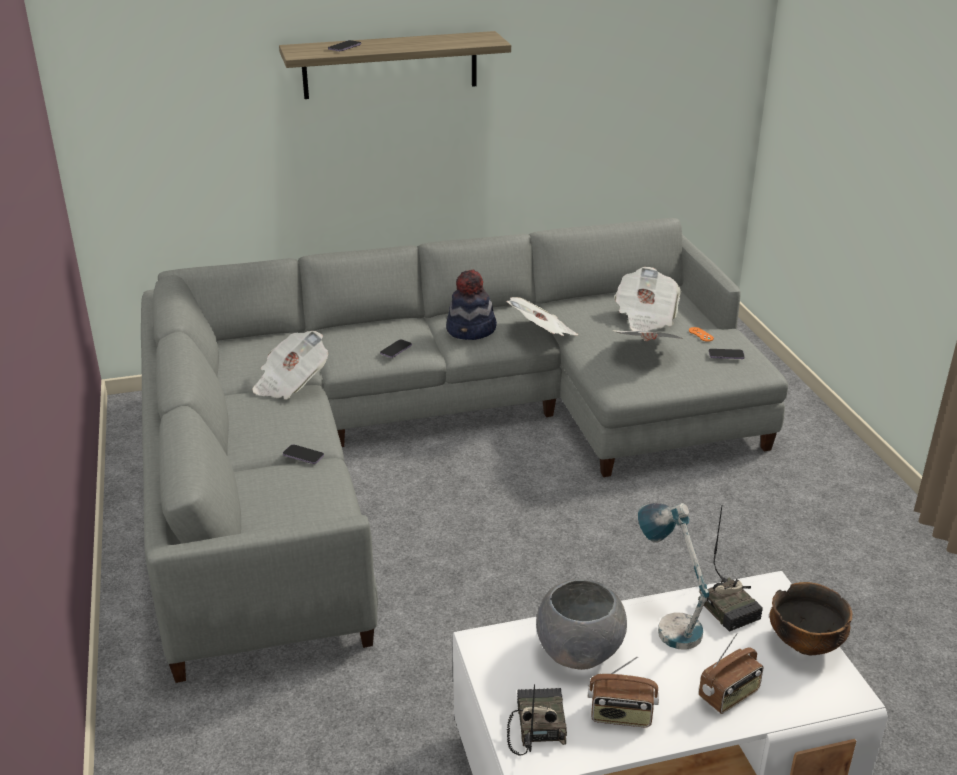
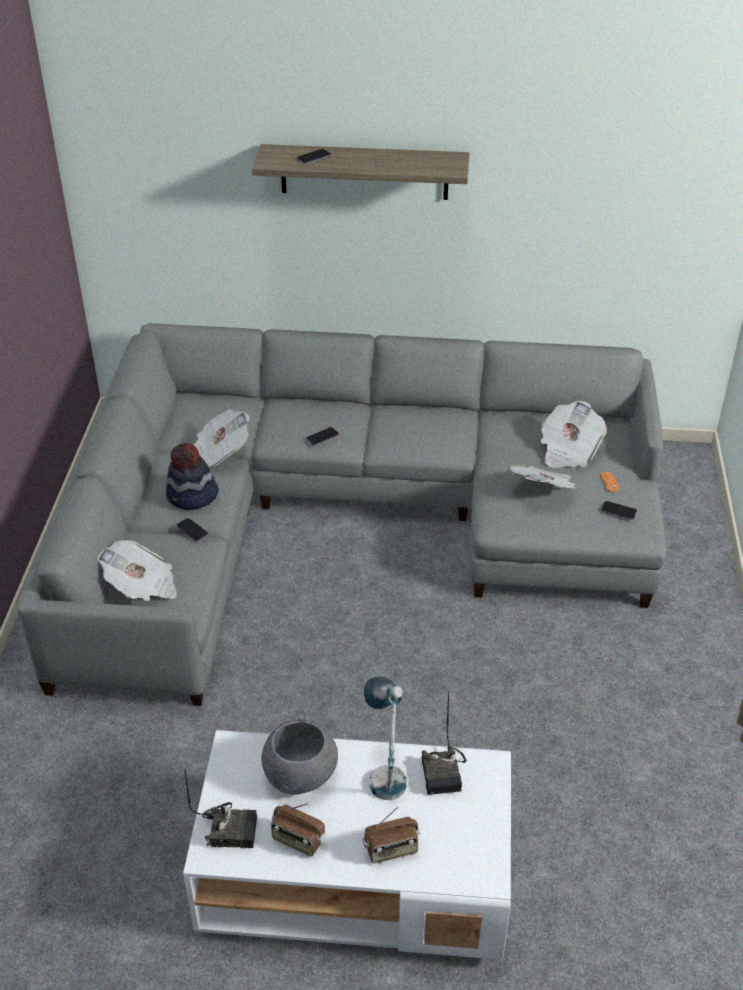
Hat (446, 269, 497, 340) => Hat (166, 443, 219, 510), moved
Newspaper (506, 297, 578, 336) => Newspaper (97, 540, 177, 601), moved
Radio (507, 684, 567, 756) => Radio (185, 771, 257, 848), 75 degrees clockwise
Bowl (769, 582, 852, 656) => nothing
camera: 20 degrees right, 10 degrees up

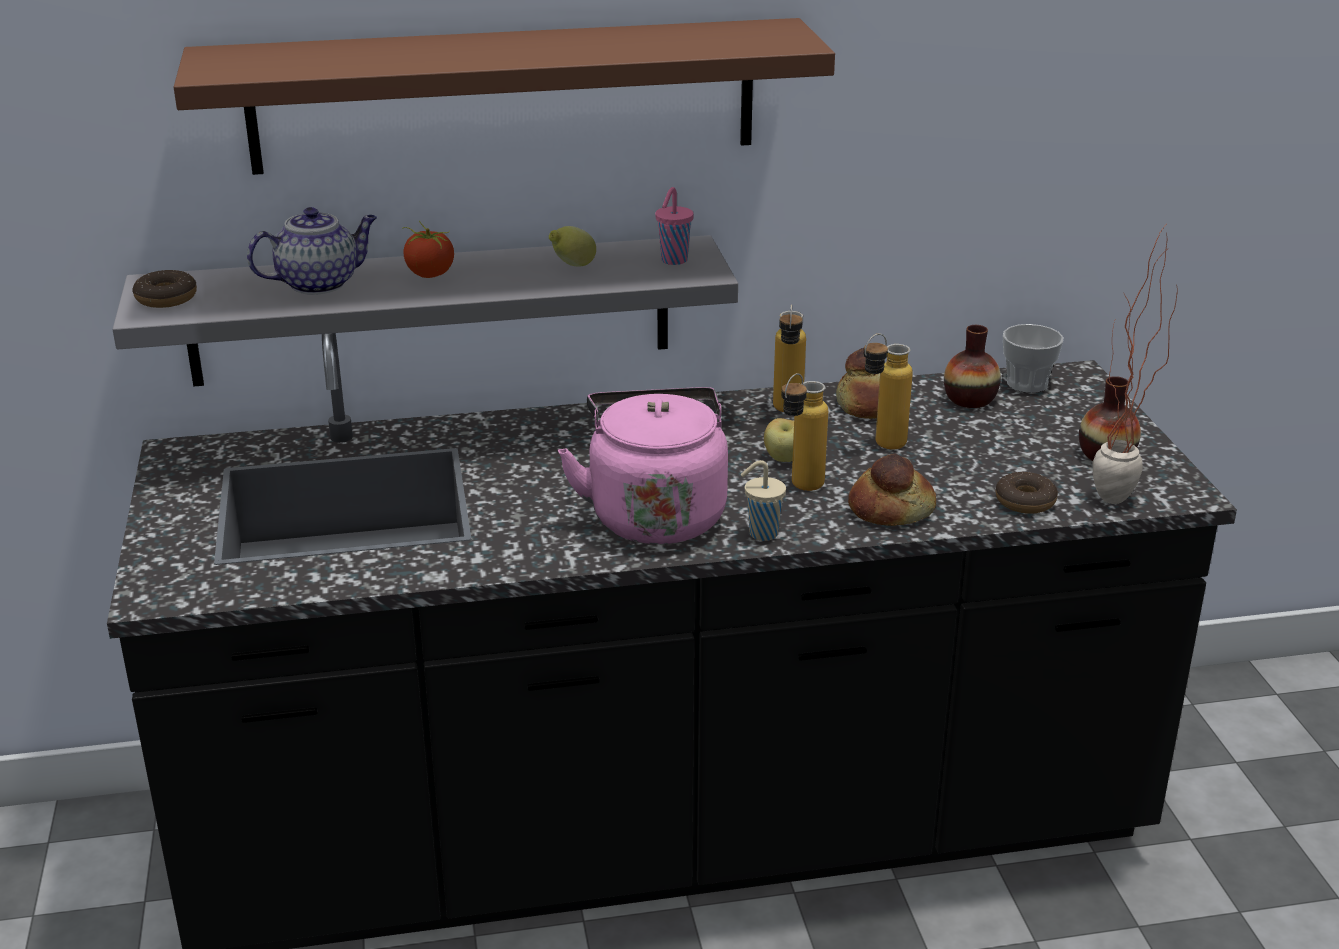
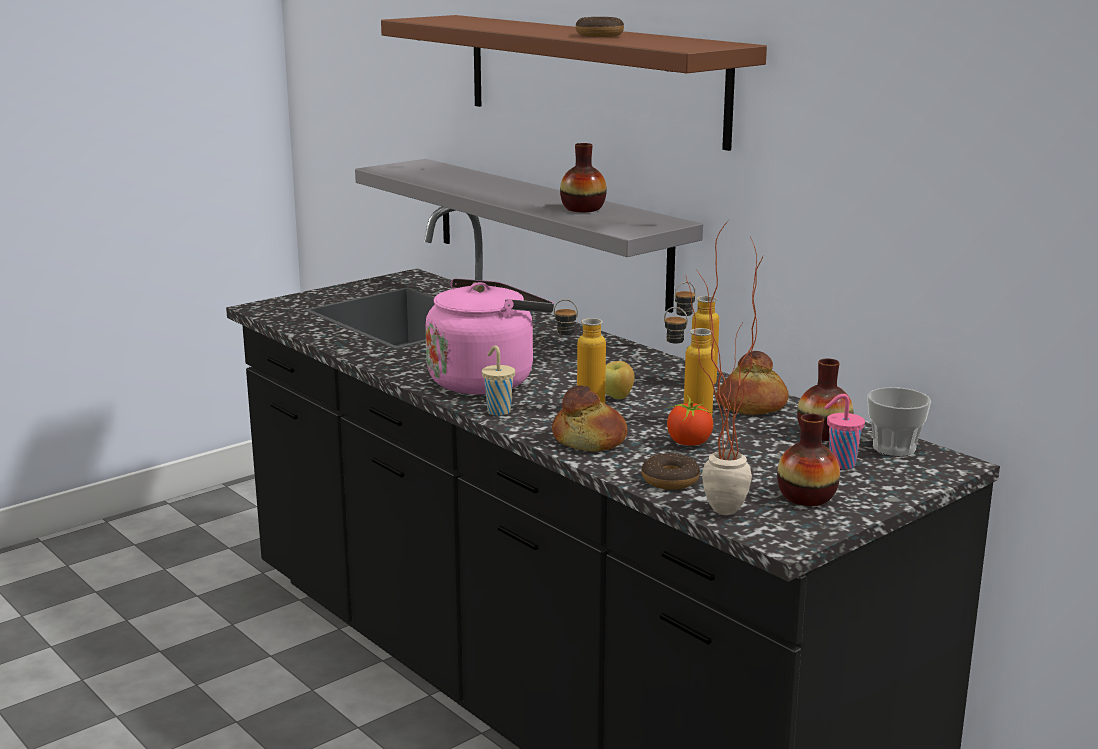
Donut (132, 270, 197, 308) => Donut (576, 17, 624, 37), moved
Teapot (247, 207, 377, 295) => nothing
Tomato (403, 221, 454, 278) => Tomato (667, 395, 713, 446), moved
Lemon (549, 226, 596, 267) => Vase (560, 143, 607, 212)
PinkCup (655, 187, 694, 265) => PinkCup (825, 394, 865, 469), moved
camera: 60 degrees right, 10 degrees down

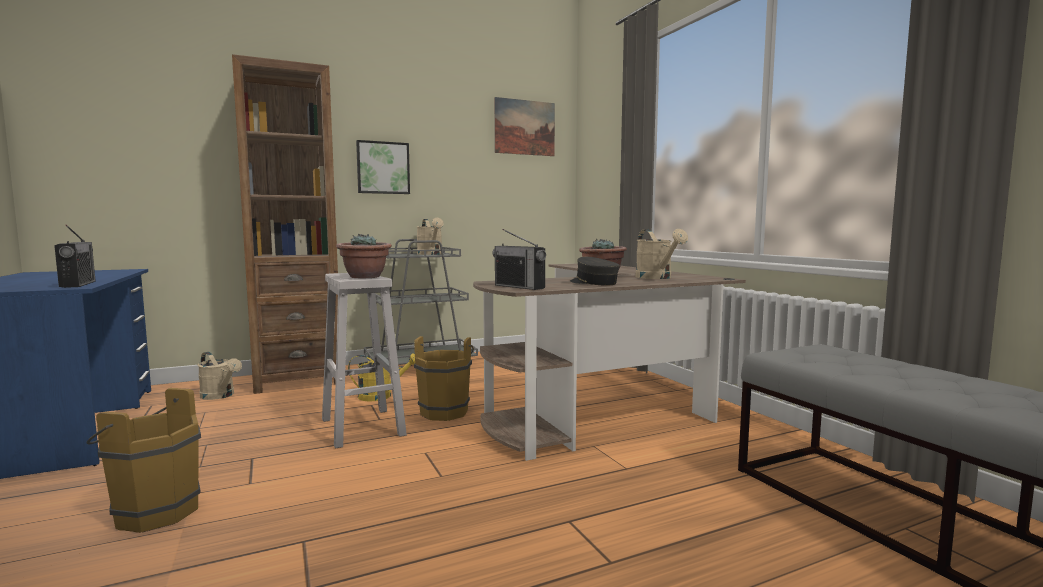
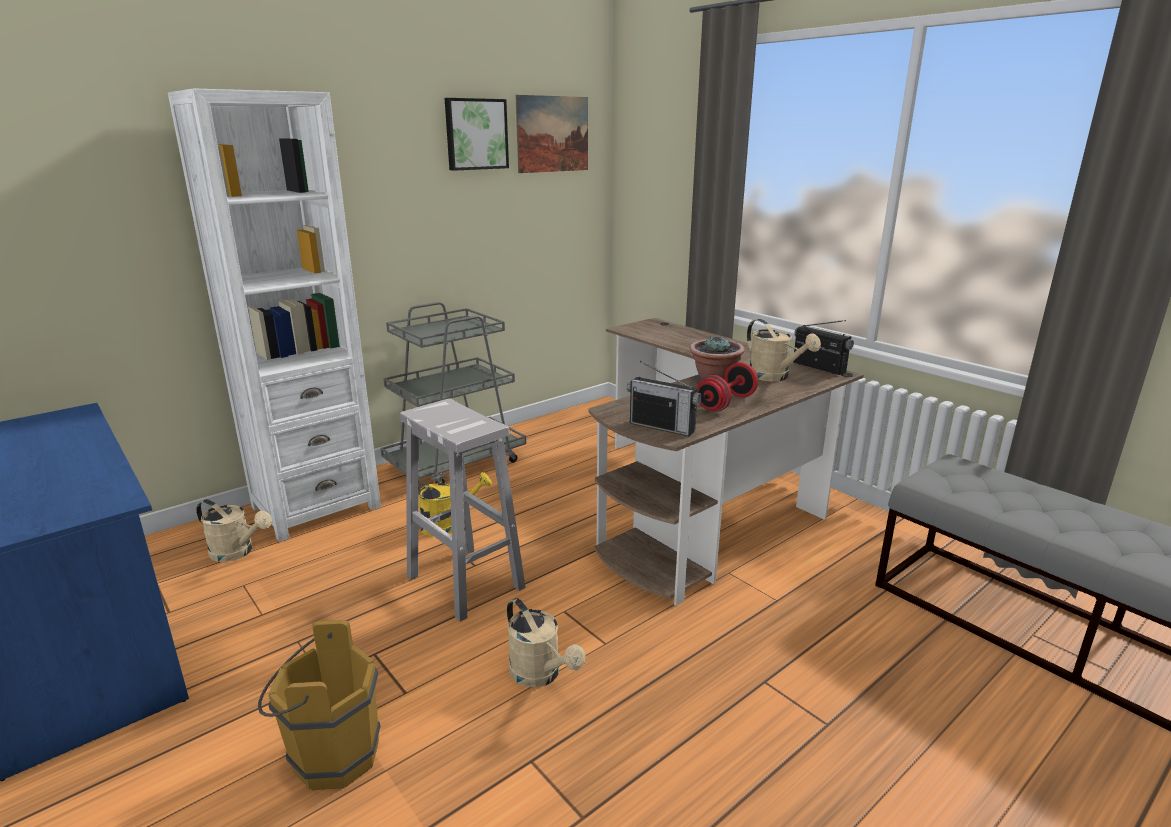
Radio (54, 225, 96, 288) => Radio (793, 320, 854, 375), moved
BrownBookcase (232, 54, 338, 394) => WhiteBookcase (168, 89, 381, 542)
PottedPlant (336, 234, 392, 278) => nothing
Picture (356, 140, 410, 194) => Picture (445, 98, 509, 171), moved
BrownBucket (414, 336, 474, 421) => nothing
BeigeWateringCan (417, 218, 444, 255) => BeigeWateringCan (507, 598, 585, 688), moved
GreyCap (570, 257, 620, 286) => RedDumbbell (697, 362, 758, 412)
camera: 15 degrees left, 15 degrees up

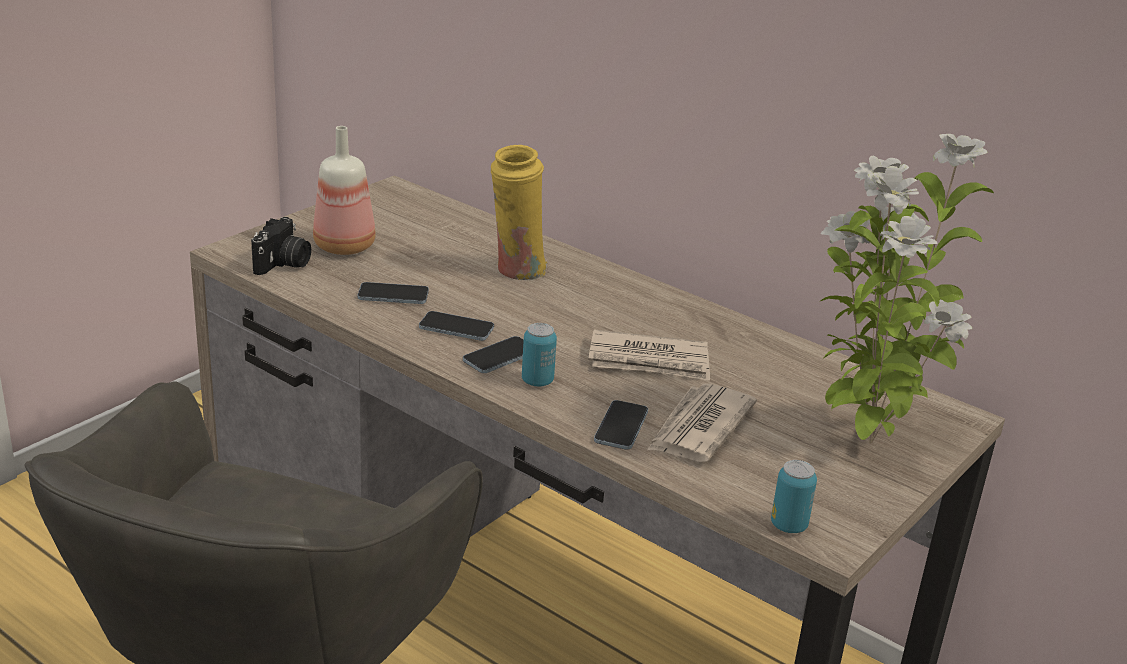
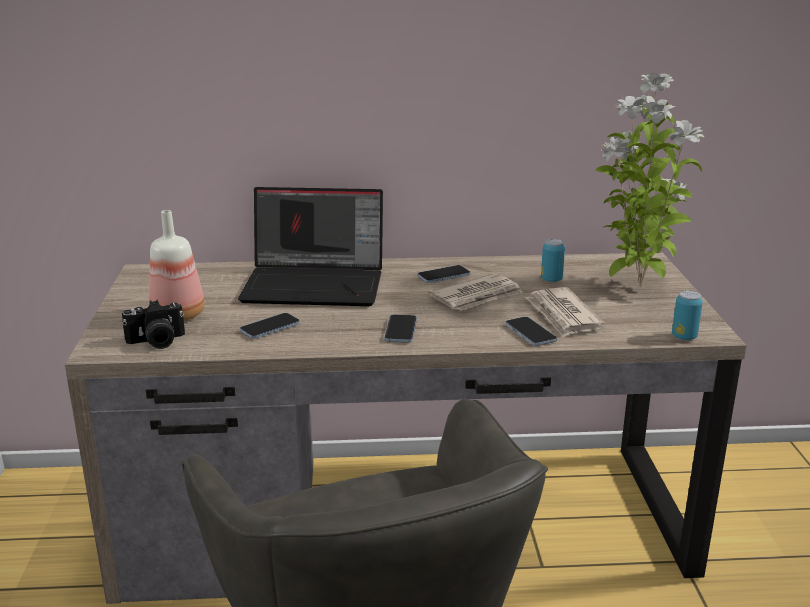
PhotoCamera (251, 217, 311, 275) => PhotoCamera (122, 300, 185, 349), 90 degrees clockwise
Phone (419, 311, 494, 341) => Phone (418, 265, 470, 283), moved
YellowVase (491, 145, 547, 281) => Laptop (238, 187, 383, 306)
Can (522, 323, 557, 387) => Can (541, 239, 565, 282), moved
camera: 40 degrees left, 5 degrees down

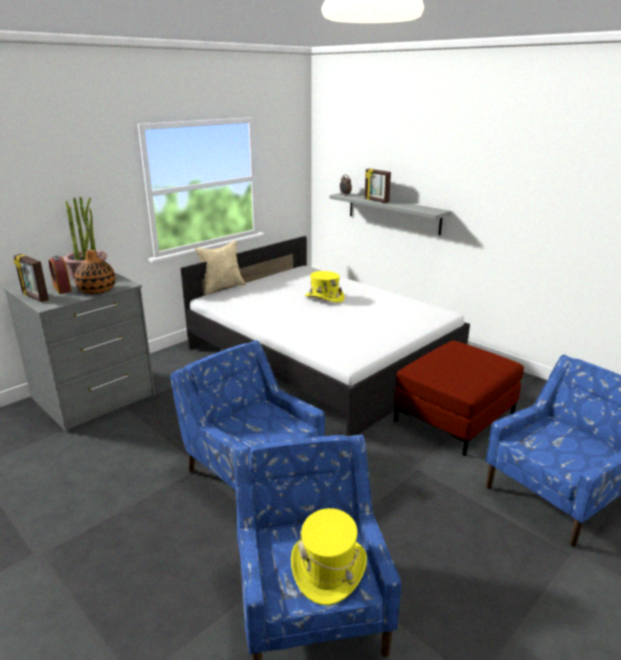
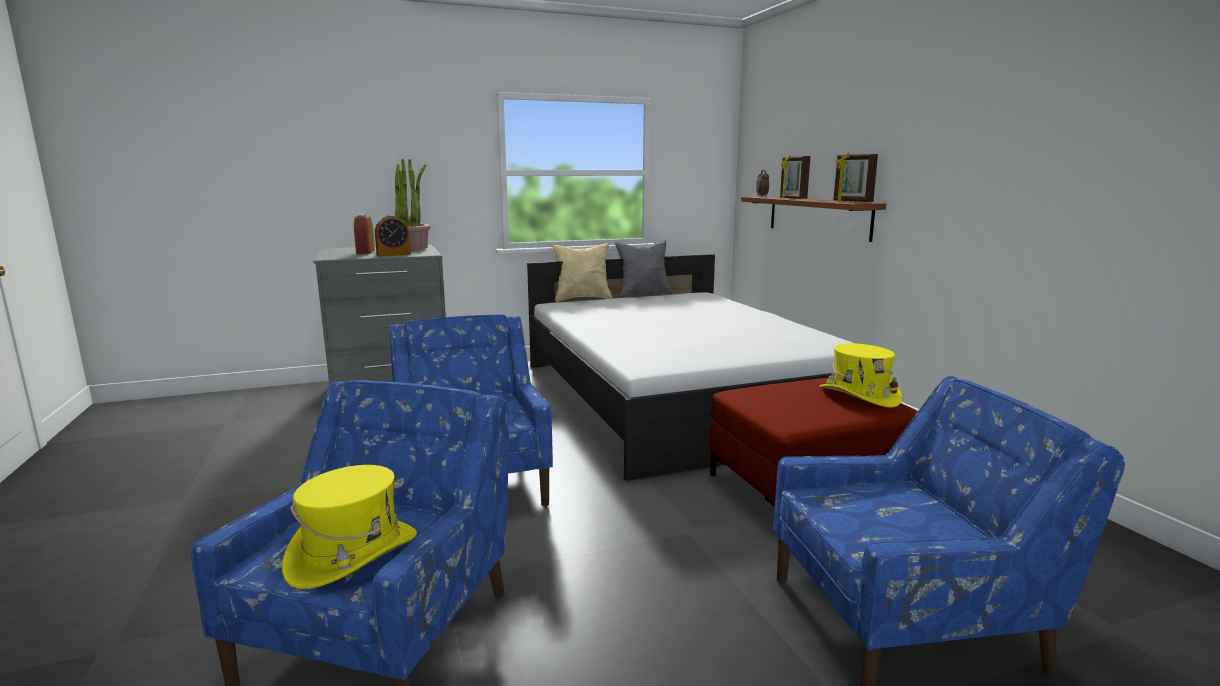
PictureFrame (13, 254, 49, 302) => PictureFrame (833, 153, 878, 202), moved
Vase (74, 250, 116, 294) => AlarmClock (375, 215, 411, 256)
YellowHat (305, 271, 345, 303) => YellowHat (820, 343, 902, 408), moved
GreyShelf (330, 193, 452, 235) => BrownShelf (741, 196, 886, 242)
nothing => GreyPillow (615, 240, 673, 298)
camera: 25 degrees right, 10 degrees down

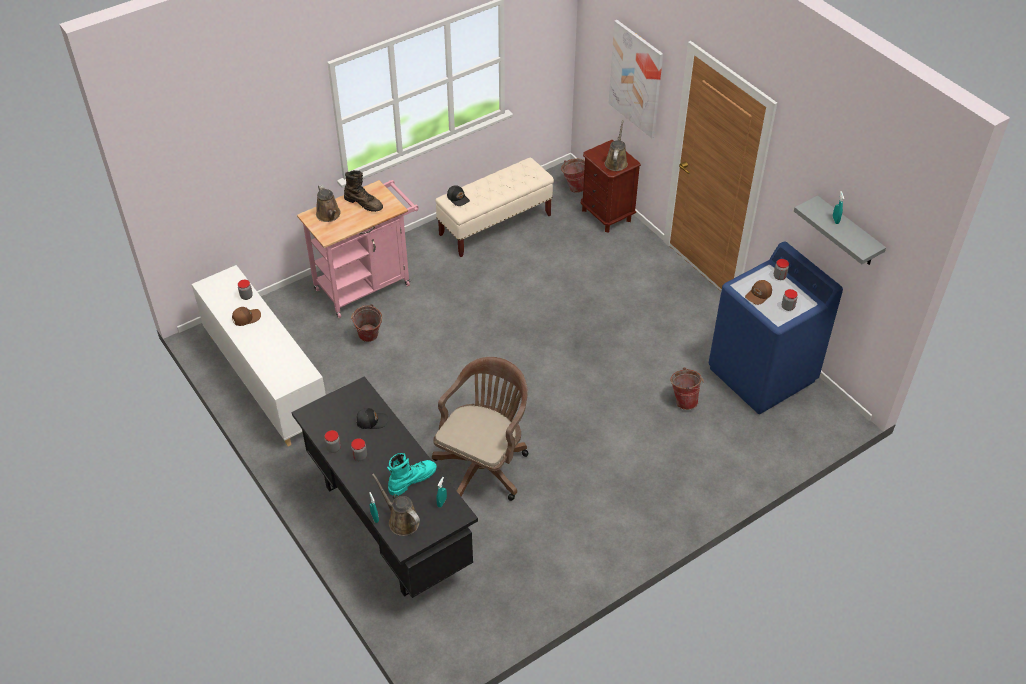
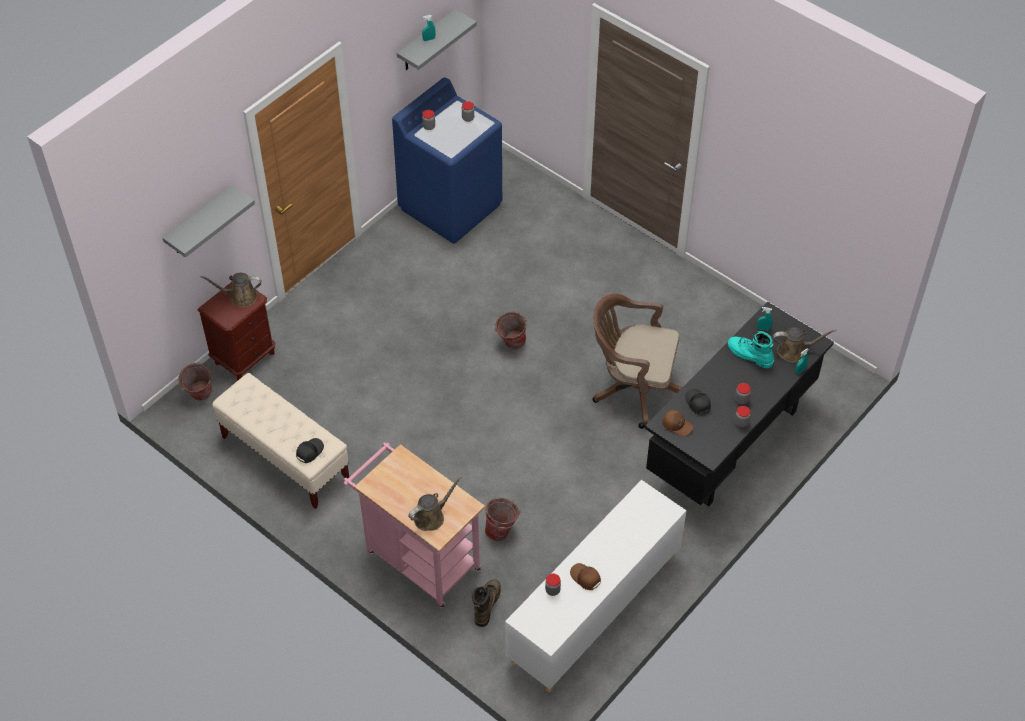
BrownBoot (344, 170, 383, 212) => BrownBoot (472, 580, 501, 627), moved
BrownWateringCan (372, 473, 420, 536) => BrownWateringCan (773, 327, 836, 362), 120 degrees counterclockwise
Picture (609, 20, 663, 138) => GreyShelf (163, 185, 255, 258)
Bucket (670, 367, 704, 410) => Bucket (494, 312, 526, 349), moved
BrownCap (745, 280, 772, 305) => BrownCap (662, 410, 693, 436), moved
camera: 105 degrees left, 5 degrees up

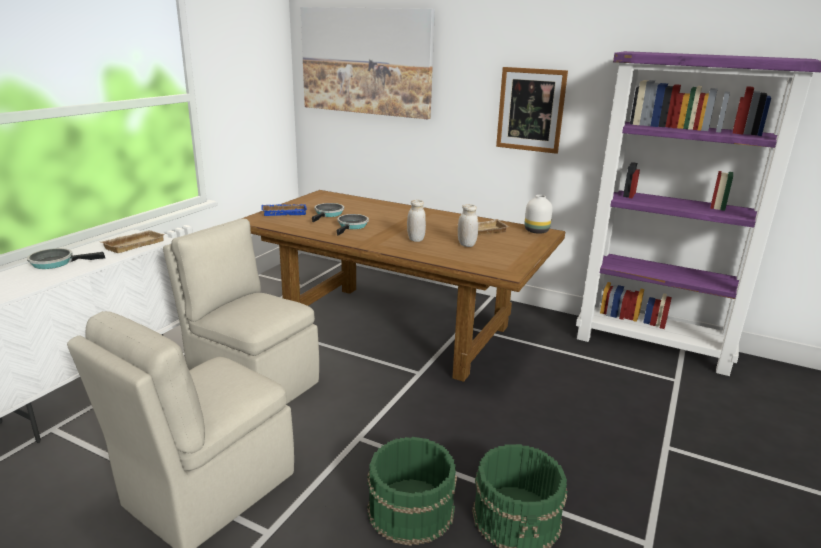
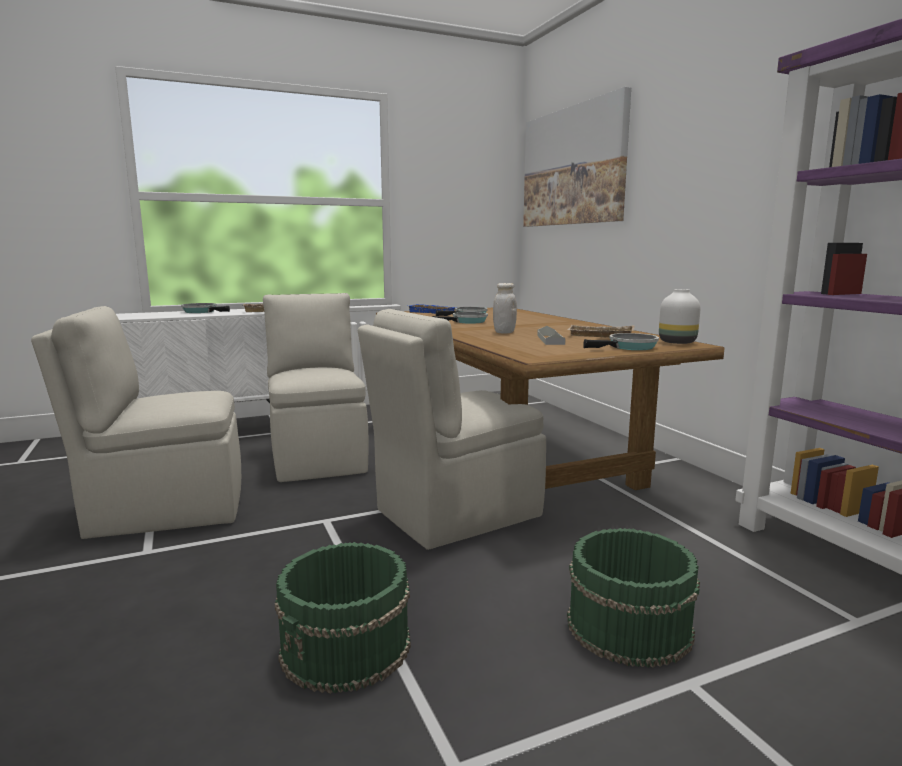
GreenBucket (367, 437, 457, 546) => GreenBucket (567, 528, 700, 668), moved
WhiteJar (458, 204, 478, 247) => GreyTray (537, 326, 566, 345)
Picture (496, 67, 568, 154) => nothing
nothing => BeigeChair (358, 309, 546, 550)
nothing => FryingPan (583, 333, 659, 350)
camera: 40 degrees right, 10 degrees down

